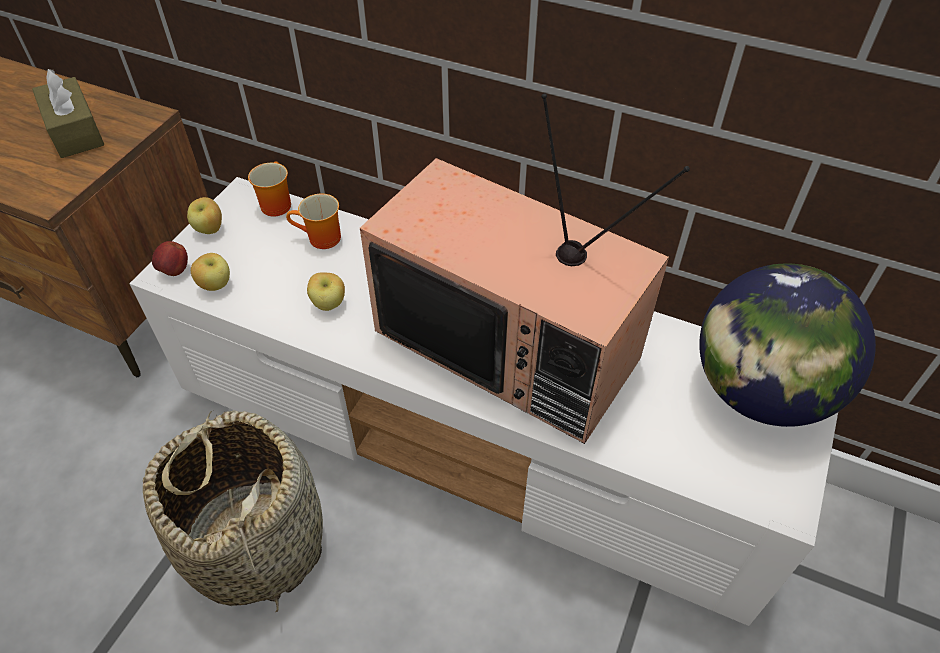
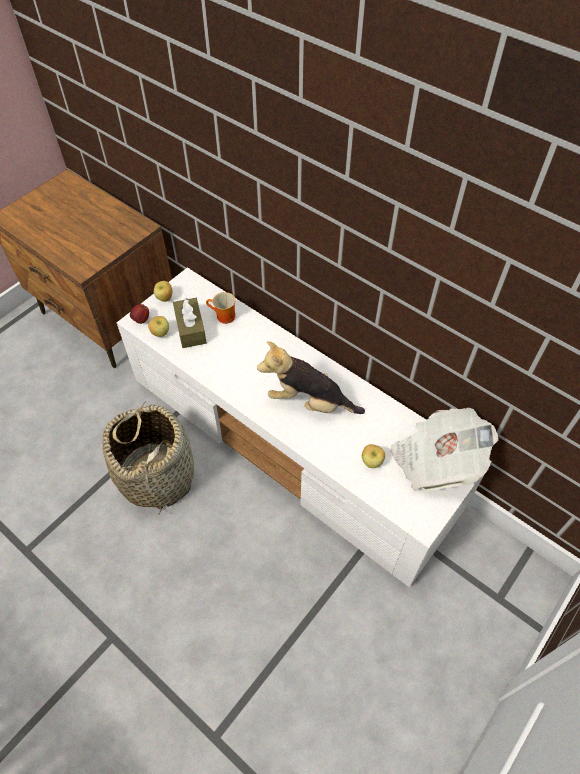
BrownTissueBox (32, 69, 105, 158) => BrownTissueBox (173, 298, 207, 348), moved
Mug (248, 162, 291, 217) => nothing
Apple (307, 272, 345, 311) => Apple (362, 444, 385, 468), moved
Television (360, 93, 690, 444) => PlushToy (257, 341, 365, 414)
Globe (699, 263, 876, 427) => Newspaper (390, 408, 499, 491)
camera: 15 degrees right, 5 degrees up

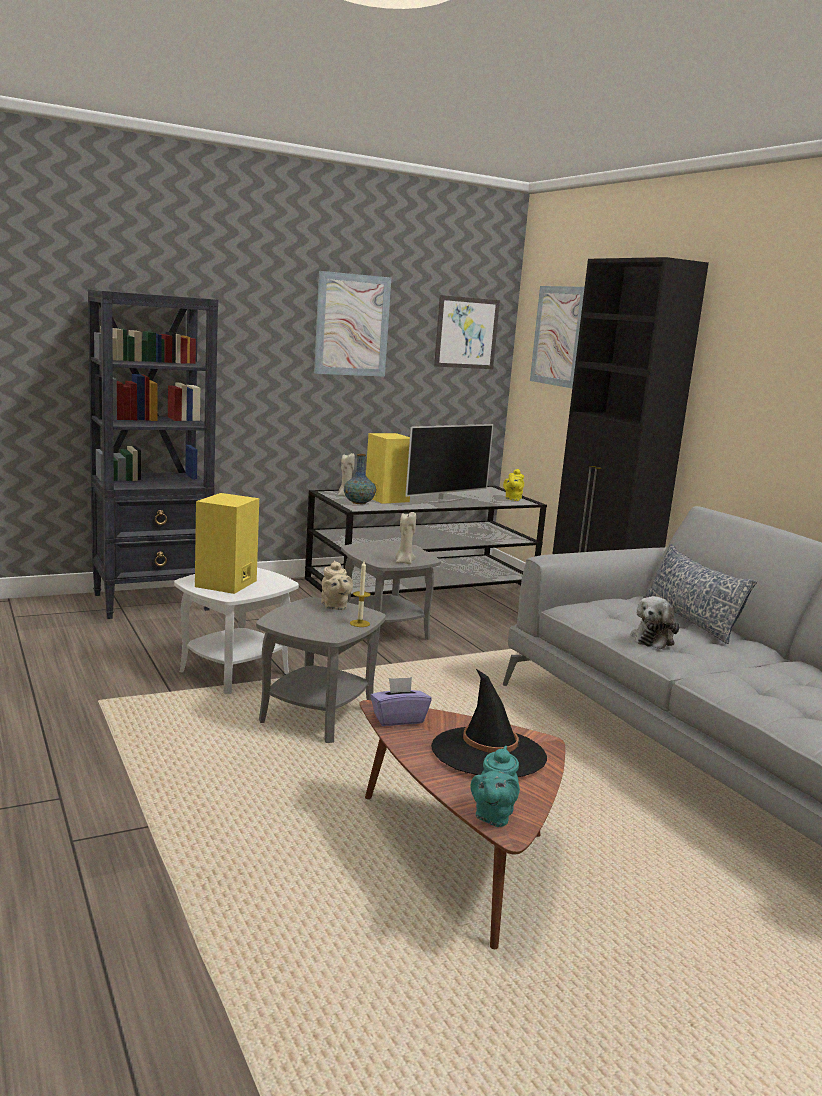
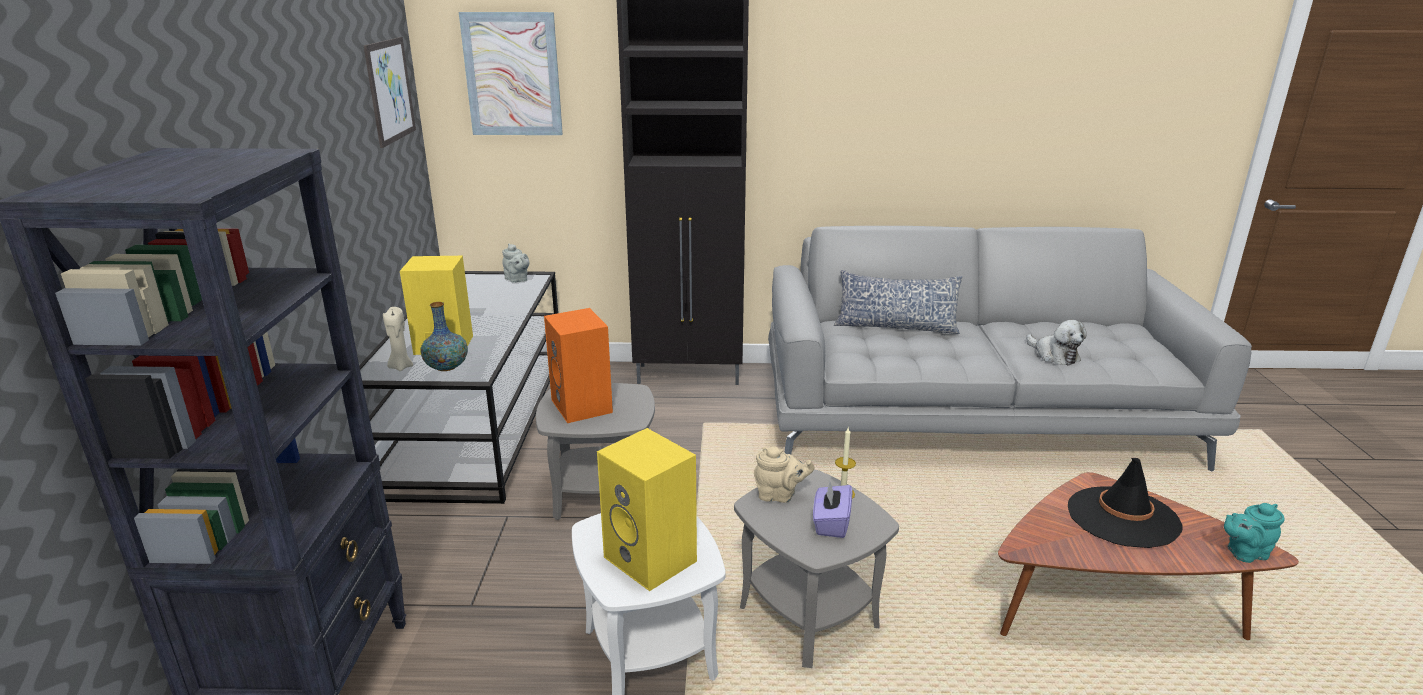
Picture (314, 271, 391, 377) => nothing
PurpleTissueBox (370, 677, 431, 726) => PurpleTissueBox (813, 481, 852, 538), moved
BeigeCandle (396, 512, 416, 564) => nothing
Television (405, 424, 493, 503) => nothing
TurquoiseTeapot (470, 746, 520, 827) => TurquoiseTeapot (1224, 503, 1285, 563), 120 degrees clockwise
YellowTeapot (503, 469, 524, 501) => GreyTeapot (502, 244, 529, 283)
PlushToy (631, 596, 680, 649) => PlushToy (1026, 320, 1087, 365), moved
nothing => OrangeSpeaker (544, 308, 613, 423)
camera: 60 degrees left, 10 degrees up

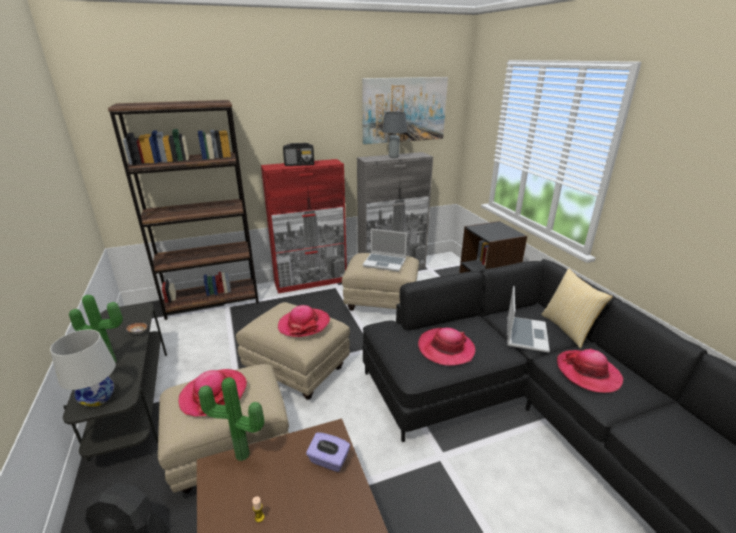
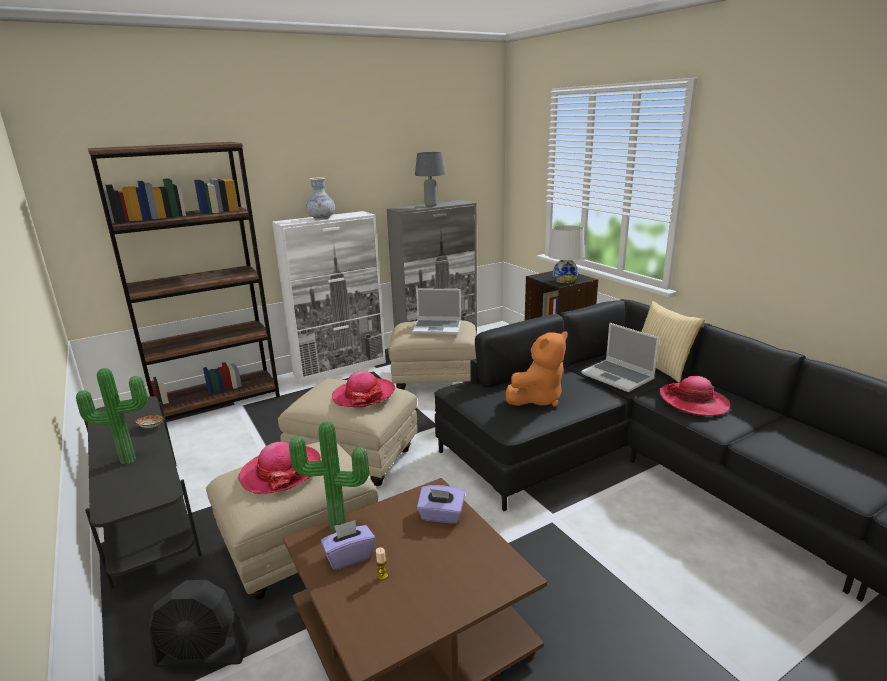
WhiteTableLamp (50, 330, 116, 407) => WhiteTableLamp (548, 225, 585, 283), moved
RedCabinet (261, 159, 347, 294) => WhiteCabinet (272, 211, 386, 384)
Radio (283, 143, 314, 166) => Vase (306, 177, 335, 220)
Picture (362, 77, 448, 144) => nothing
Hat (418, 328, 476, 366) => OrangePlushToy (505, 332, 568, 407)
Laptop (507, 286, 550, 353) => Laptop (581, 323, 659, 392), 135 degrees clockwise
nothing => PurpleTissueBox (321, 520, 375, 570)
camera: 10 degrees left, 5 degrees down

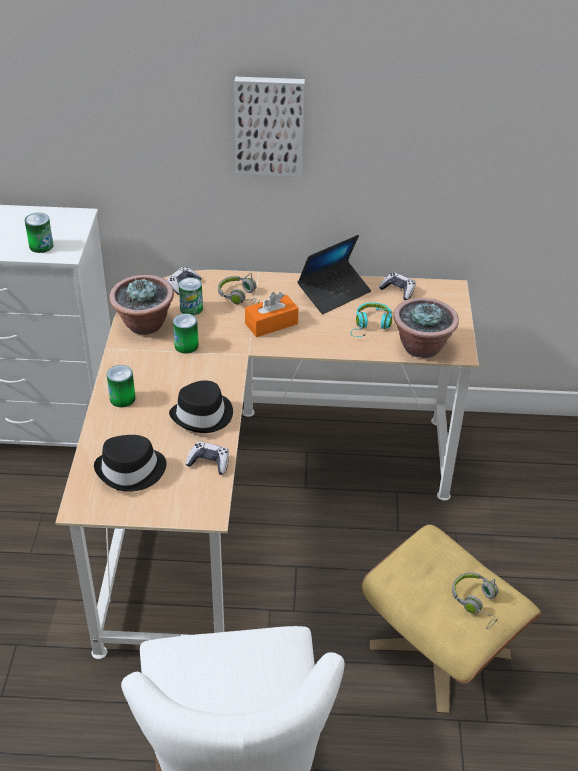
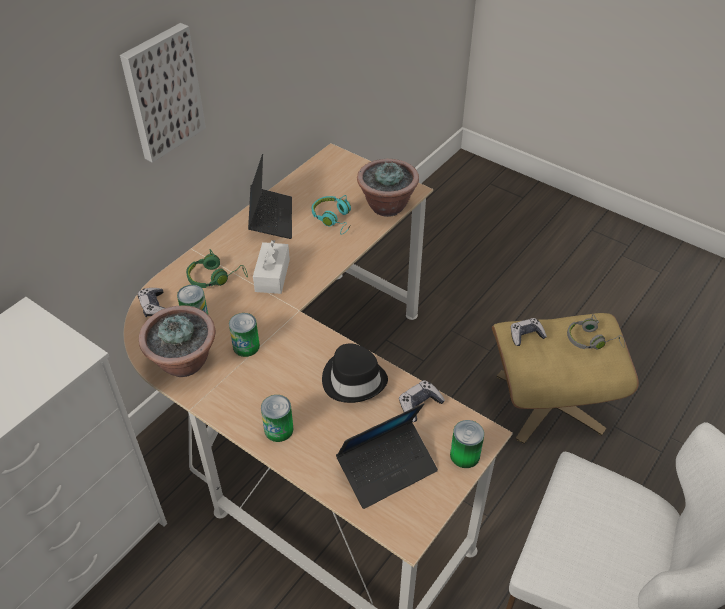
Can (25, 213, 53, 253) => Can (450, 420, 484, 468), moved
BlackHat (94, 435, 166, 492) => Laptop (336, 403, 438, 509)
GreyHeadphones (218, 273, 260, 305) => GreenHeadphones (186, 249, 248, 288)
OrangeTissueBox (245, 292, 298, 337) => WhiteTissueBox (253, 240, 290, 294)
GameController (379, 272, 416, 300) => GameController (511, 318, 547, 346), moved
camera: 55 degrees left, 5 degrees up

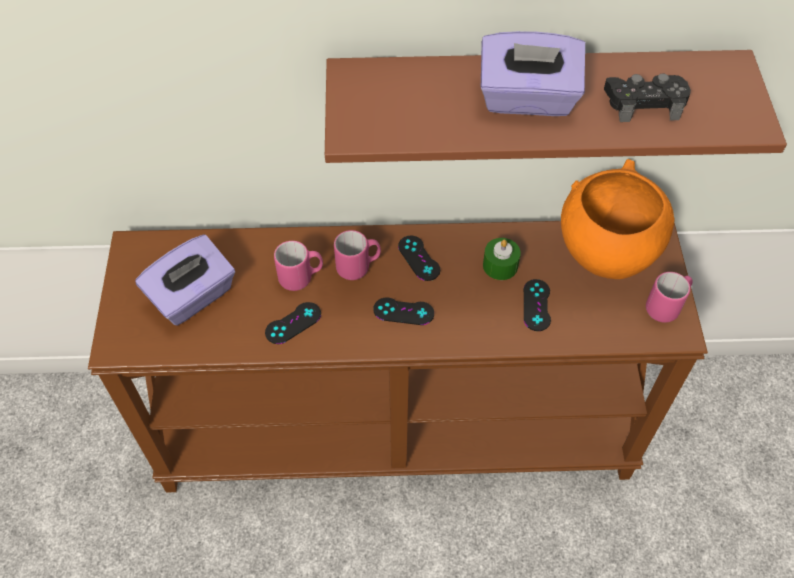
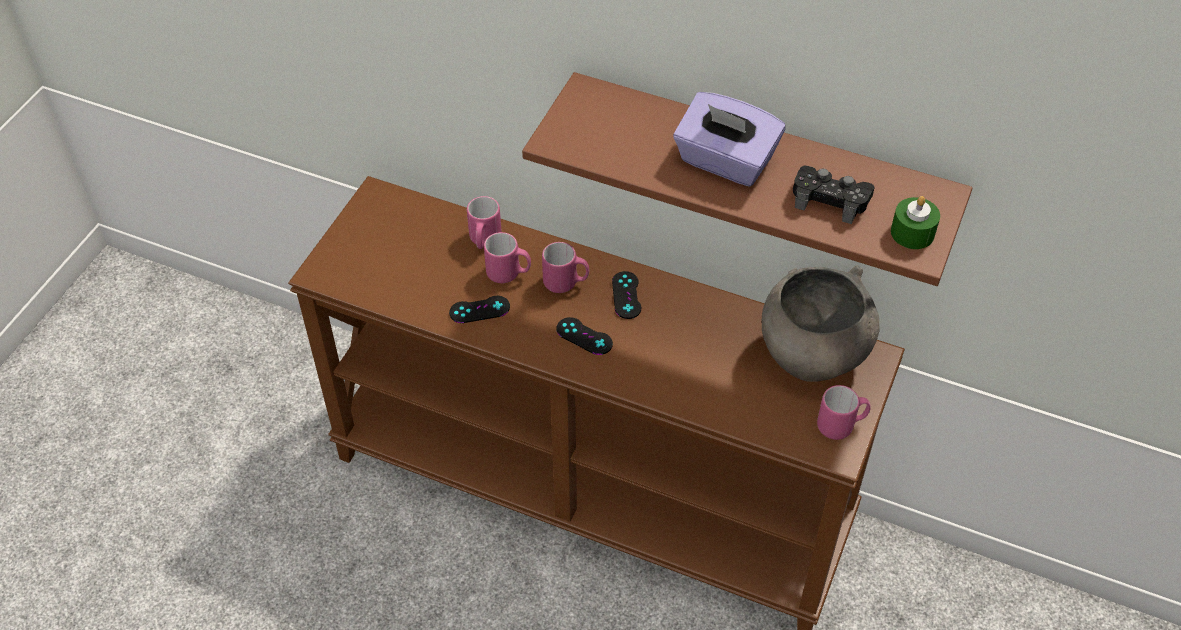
PurpleTissueBox (135, 235, 235, 325) => nothing
GreenCandle (483, 238, 521, 280) => GreenCandle (891, 196, 940, 249), moved
BlackGameController (524, 279, 551, 331) => nothing
OrangeBowl (561, 159, 674, 279) => GreyBowl (762, 265, 879, 382)
nothing => PinkMug (467, 196, 502, 249)
camera: 25 degrees right, 5 degrees down

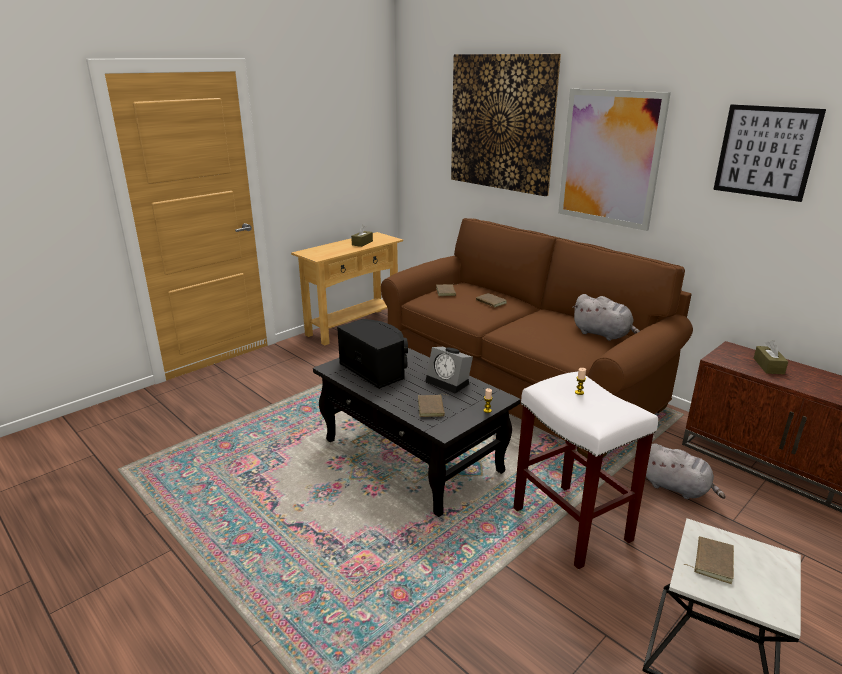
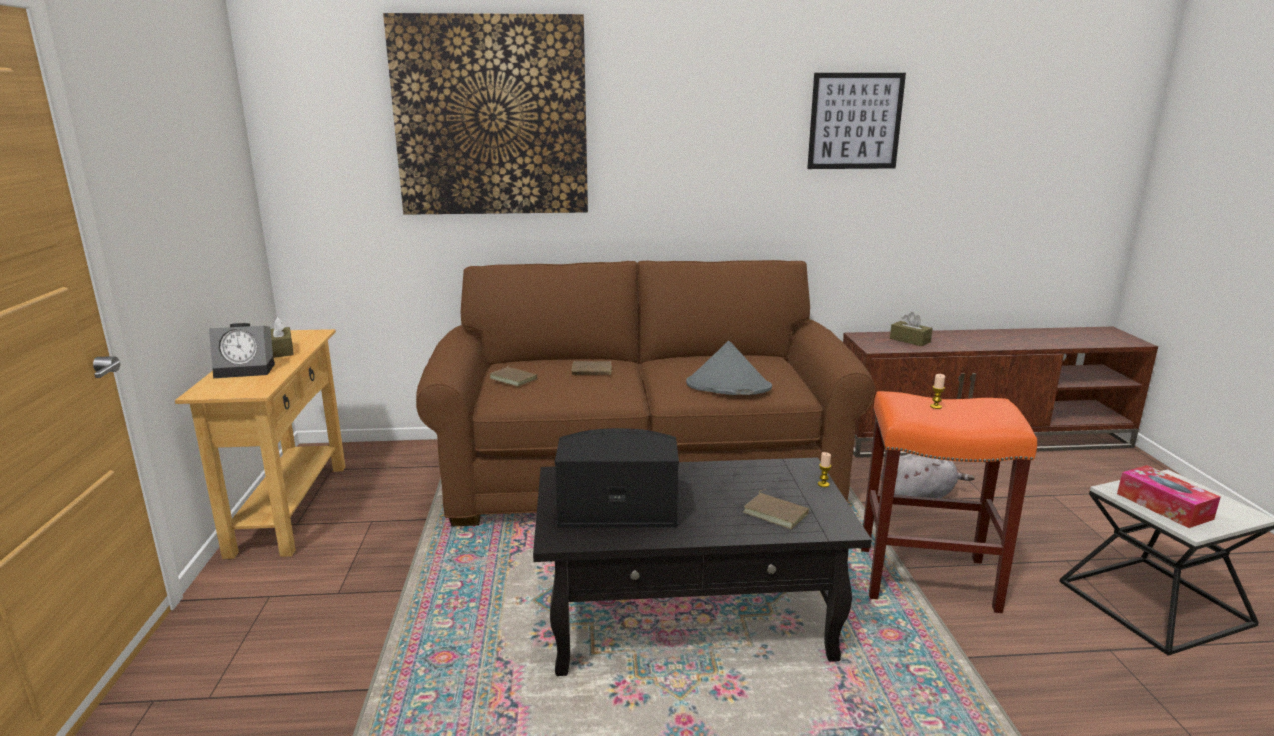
AlarmClock (425, 347, 473, 393) => AlarmClock (209, 323, 275, 378), moved
WhiteStool (513, 371, 658, 570) => OrangeStool (861, 391, 1037, 613)
Picture (558, 89, 671, 231) => nothing
GreyPlushToy (572, 294, 640, 341) => nothing
BrownBook (683, 536, 734, 584) => TissueBox (1117, 465, 1221, 528)
nothing => GreyHat (686, 341, 772, 395)
camera: 50 degrees left, 5 degrees down

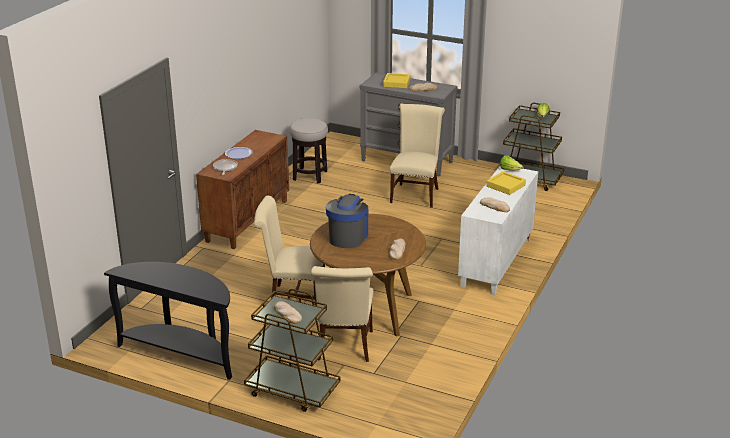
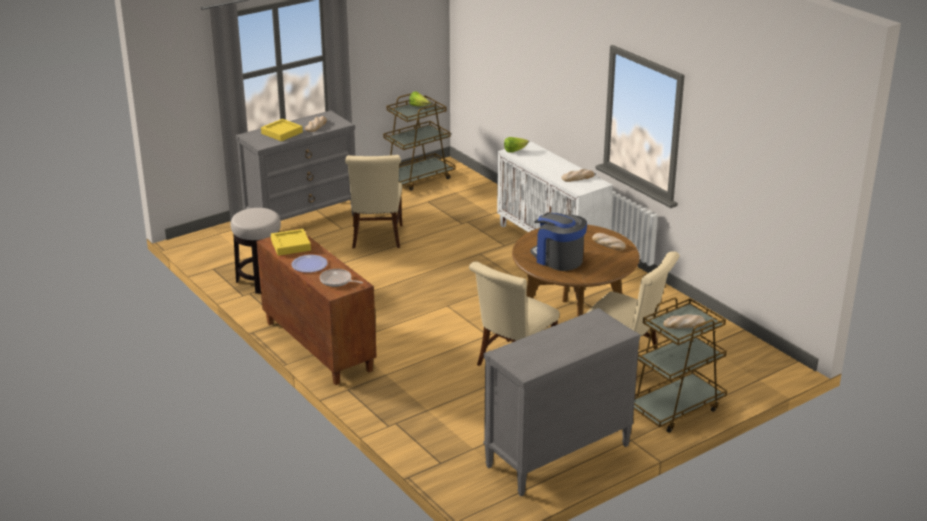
BlackConsoleTable (104, 262, 232, 380) => GreyDresser (483, 308, 640, 496)
BeigeChair (390, 104, 445, 208) => BeigeChair (345, 155, 402, 249), 135 degrees counterclockwise
YellowTray (486, 171, 526, 195) => YellowTray (271, 229, 311, 256), moved
camera: 60 degrees left, 0 degrees up

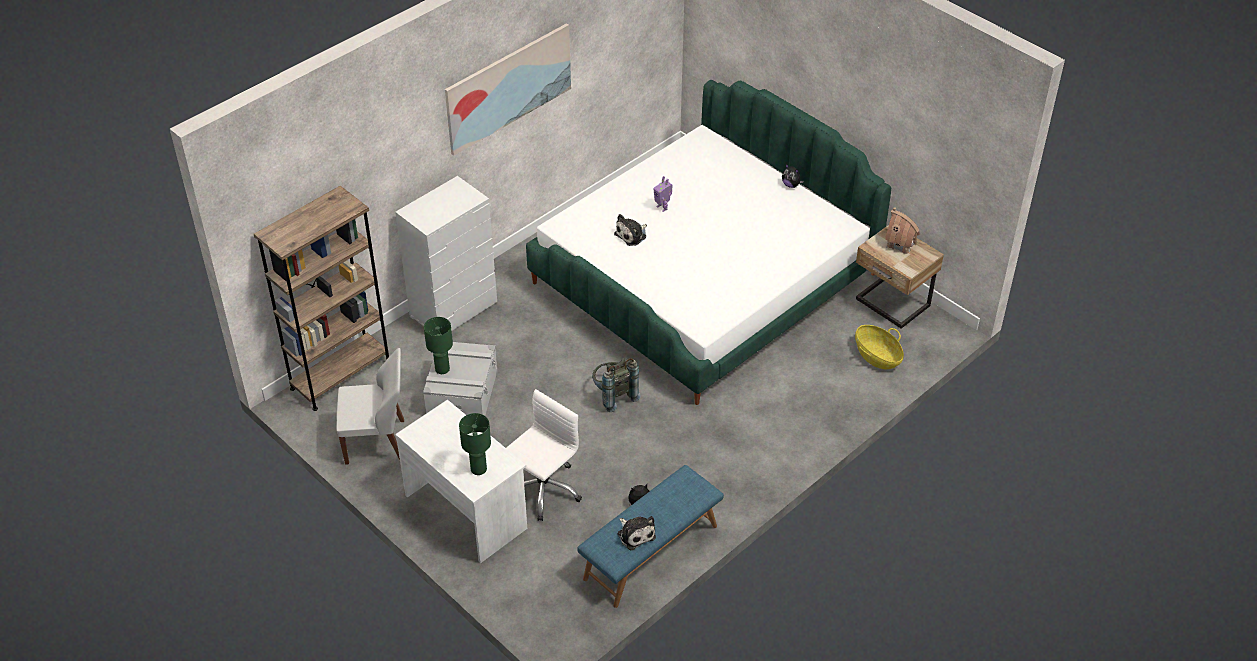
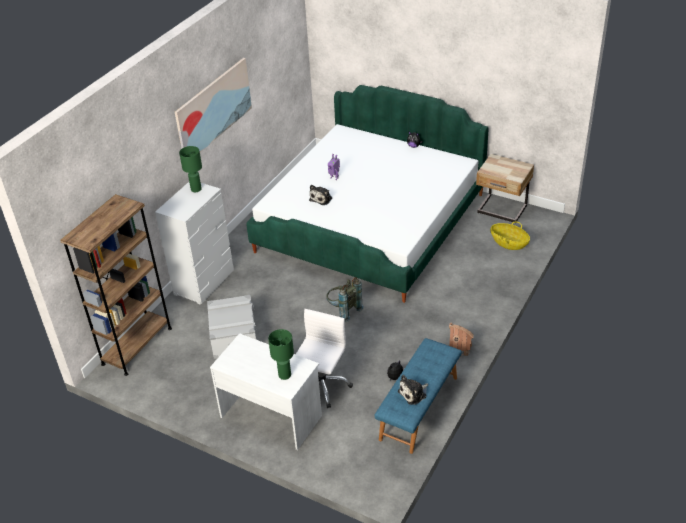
WhiteChair (336, 348, 404, 465) => nothing
GreenTableLamp (424, 317, 453, 374) => GreenTableLamp (179, 146, 202, 192), moved
PlushToy (618, 516, 656, 550) => PlushToy (398, 375, 428, 405), 105 degrees clockwise
ToyHouse (885, 207, 919, 255) => ToyHouse (449, 322, 474, 356), moved
camera: 15 degrees left, 5 degrees down

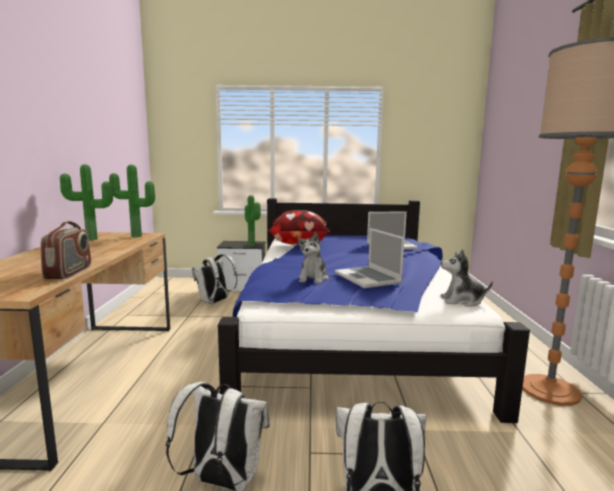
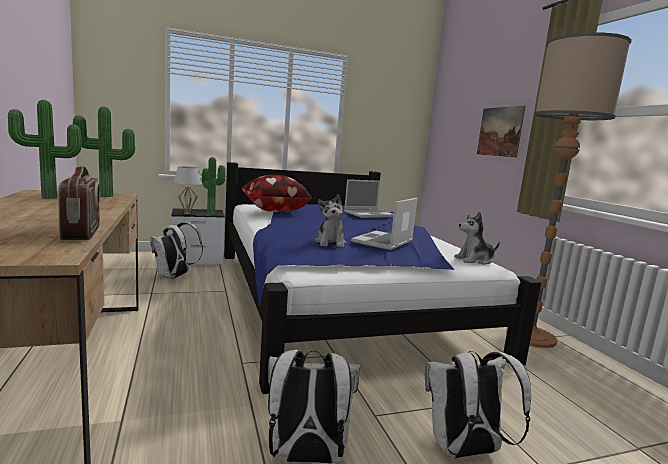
Laptop (335, 228, 404, 288) => Laptop (351, 198, 417, 250), 75 degrees clockwise
nothing => WhiteTableLamp (173, 166, 202, 214)
nothing => Picture (477, 106, 525, 158)
camera: 20 degrees left, 0 degrees up

